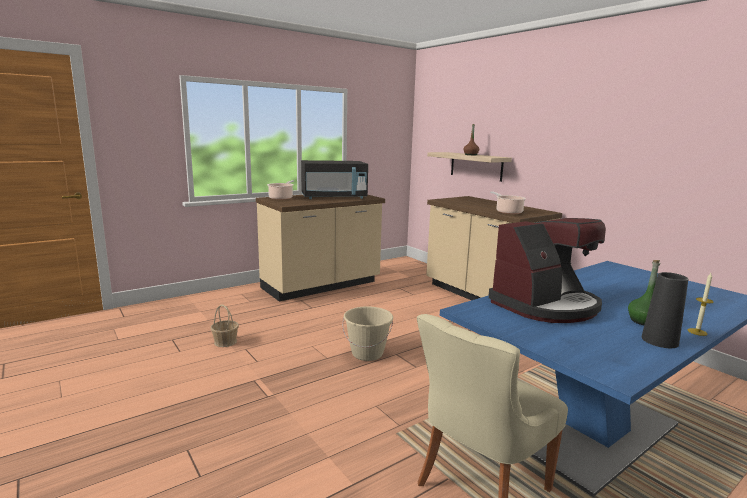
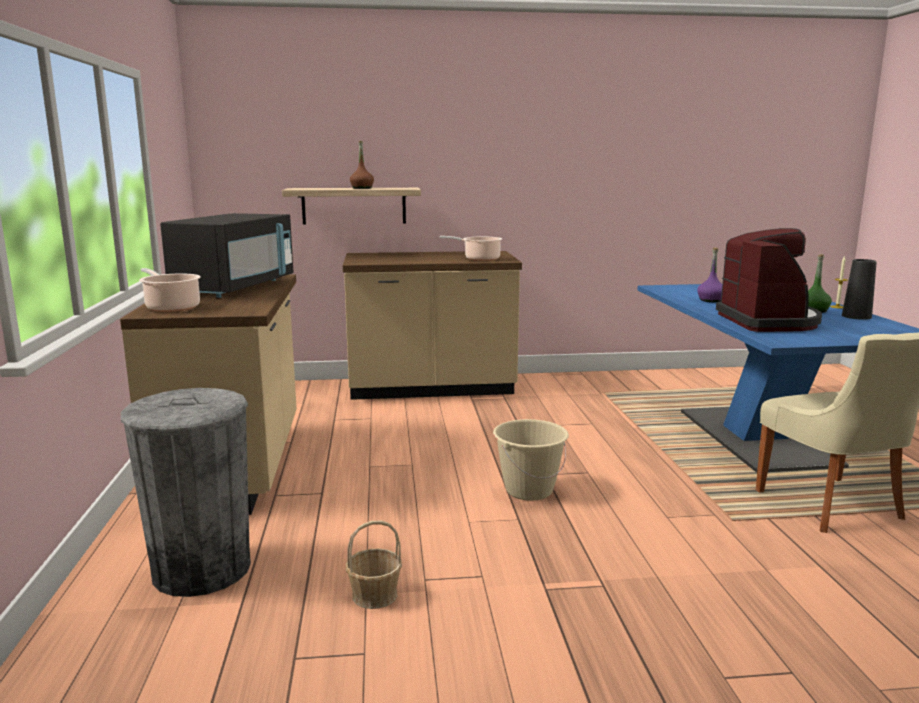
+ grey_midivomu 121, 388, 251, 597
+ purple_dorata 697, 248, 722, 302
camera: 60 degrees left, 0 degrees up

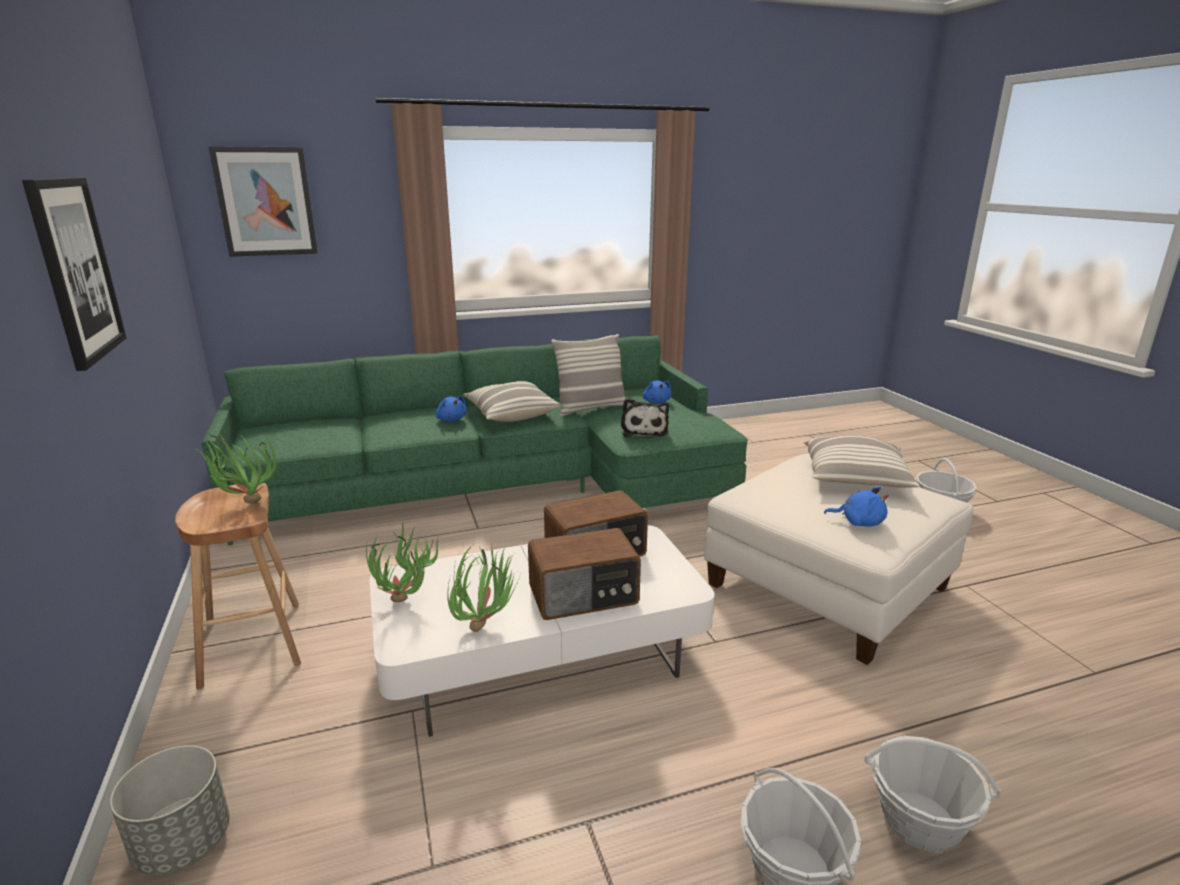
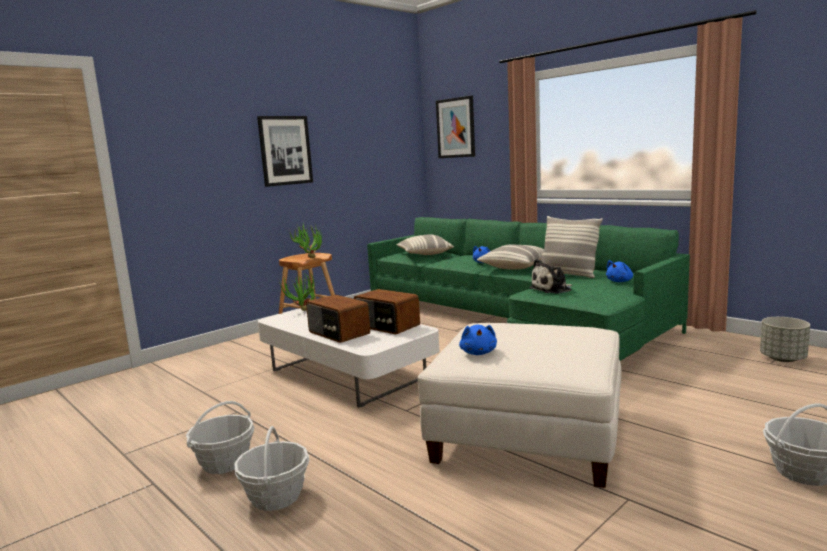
~ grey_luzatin 110, 745, 230, 875 to 760, 317, 810, 362
- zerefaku 447, 545, 520, 632
~ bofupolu 804, 435, 920, 488 to 396, 234, 454, 255
camera: 65 degrees right, 10 degrees down

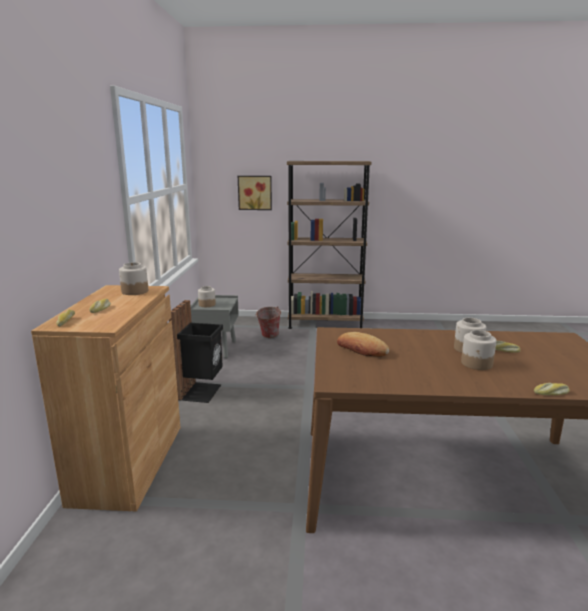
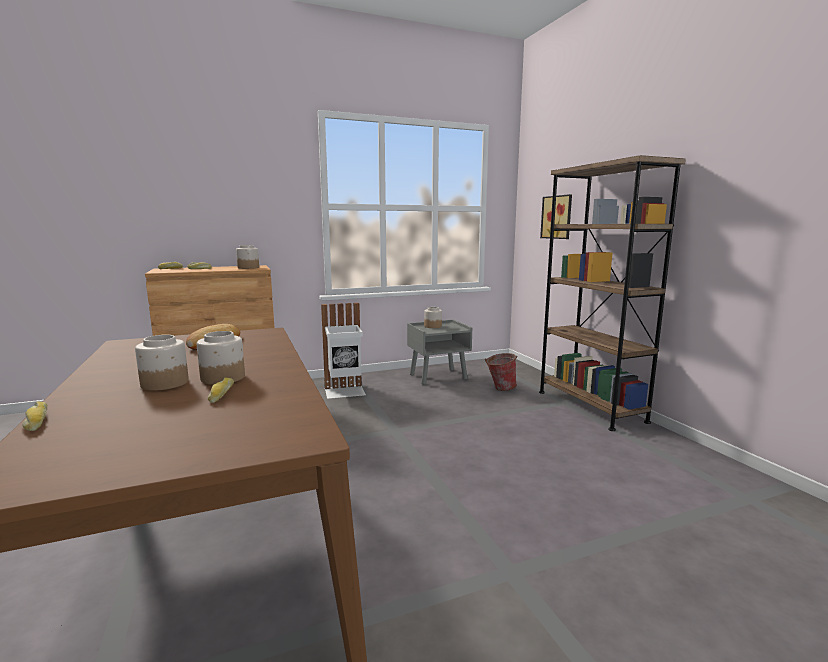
~ black_midivomu 169, 300, 223, 403 to white_midivomu 321, 303, 366, 399
camera: 65 degrees right, 5 degrees down

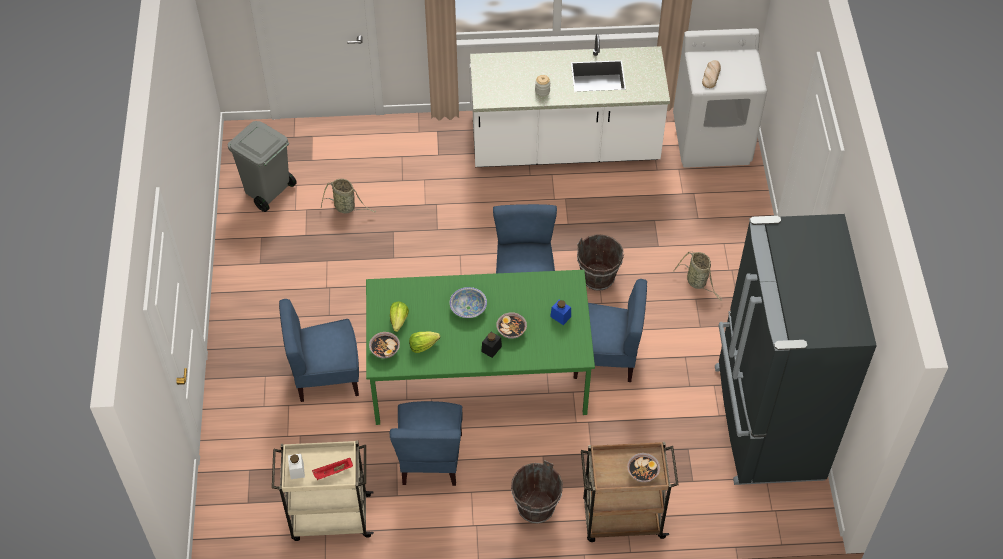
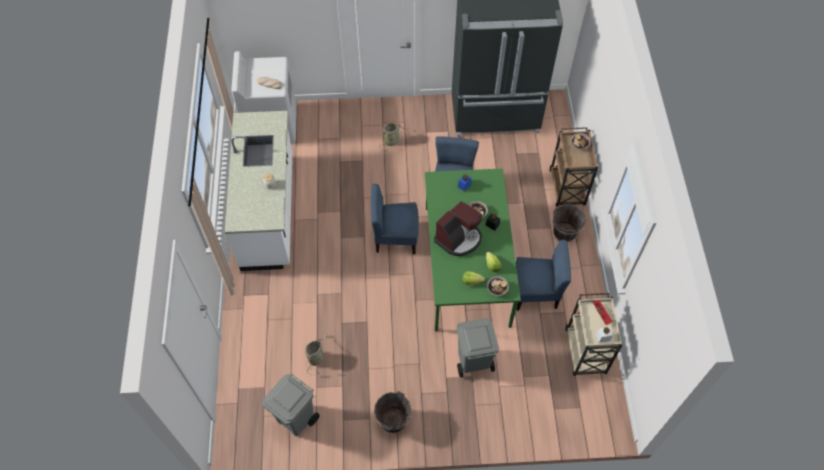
~ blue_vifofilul 279, 299, 359, 402 to grey_midivomu 457, 318, 499, 378
~ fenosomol 450, 287, 487, 318 to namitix 434, 201, 482, 256
~ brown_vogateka 577, 234, 624, 291 to 374, 391, 411, 433
camera: 90 degrees left, 5 degrees up

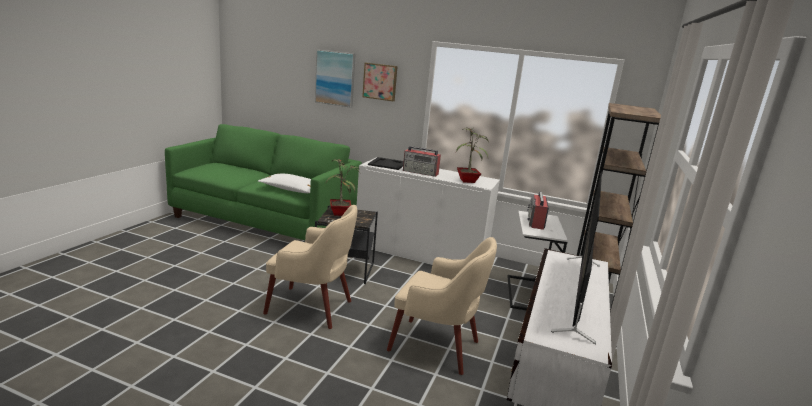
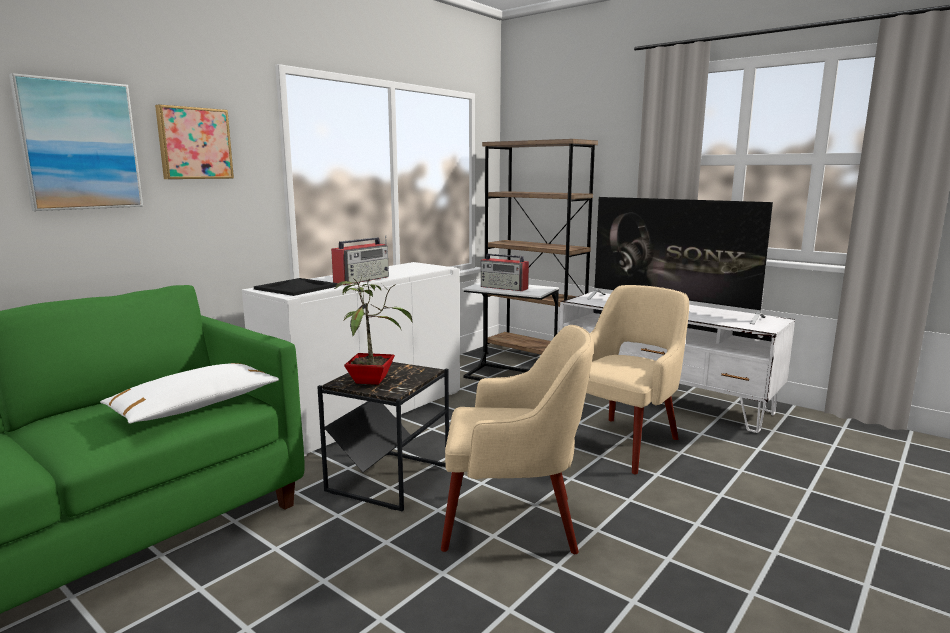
~ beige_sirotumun 263, 205, 357, 329 = 441, 325, 593, 554 60 degrees clockwise
- zerefaku 456, 127, 489, 183
camera: 70 degrees left, 5 degrees down

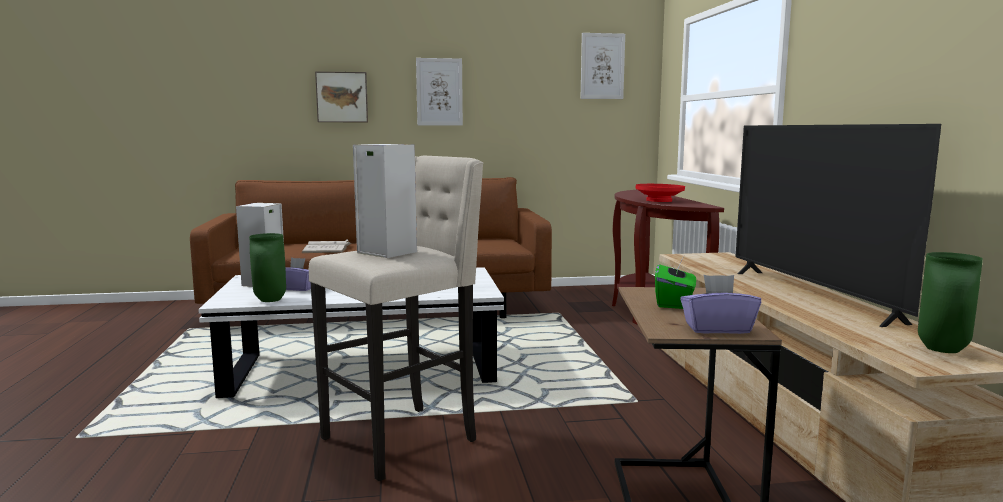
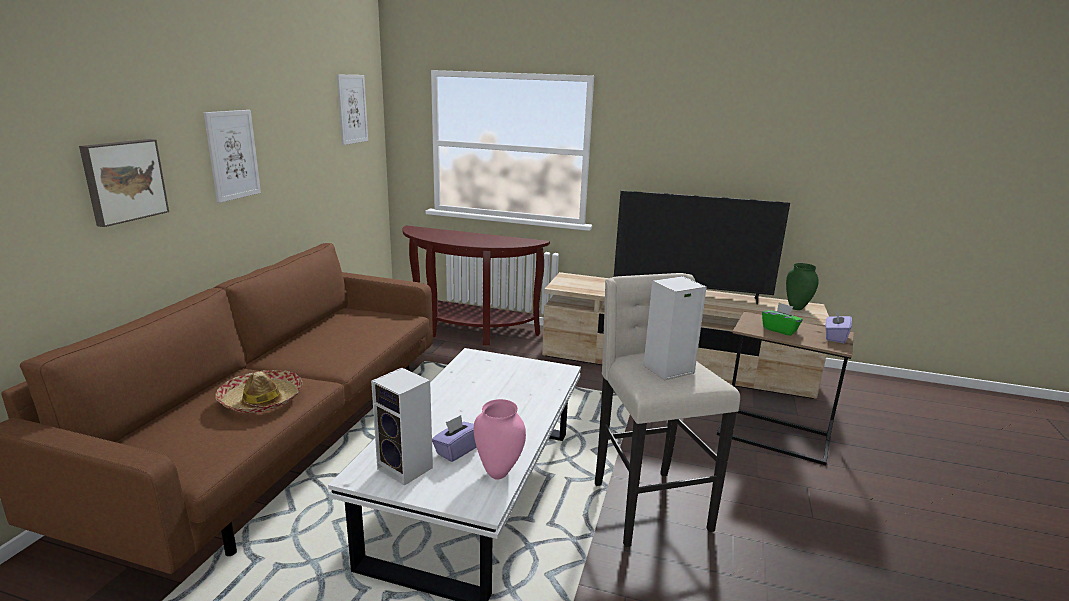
~ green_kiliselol 249, 233, 286, 302 to pink_kiliselol 474, 399, 526, 480
~ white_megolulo 302, 239, 351, 253 to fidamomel 215, 370, 302, 413
- red_fenosomol 635, 184, 685, 202
camera: 65 degrees left, 10 degrees up

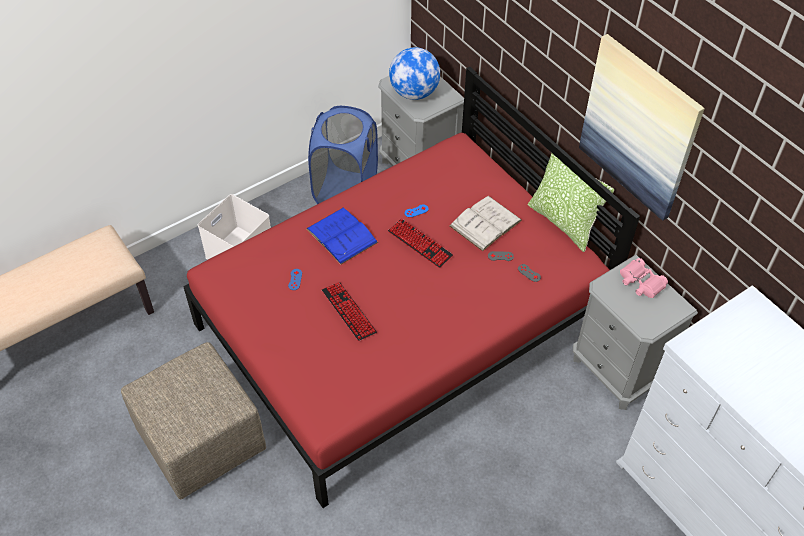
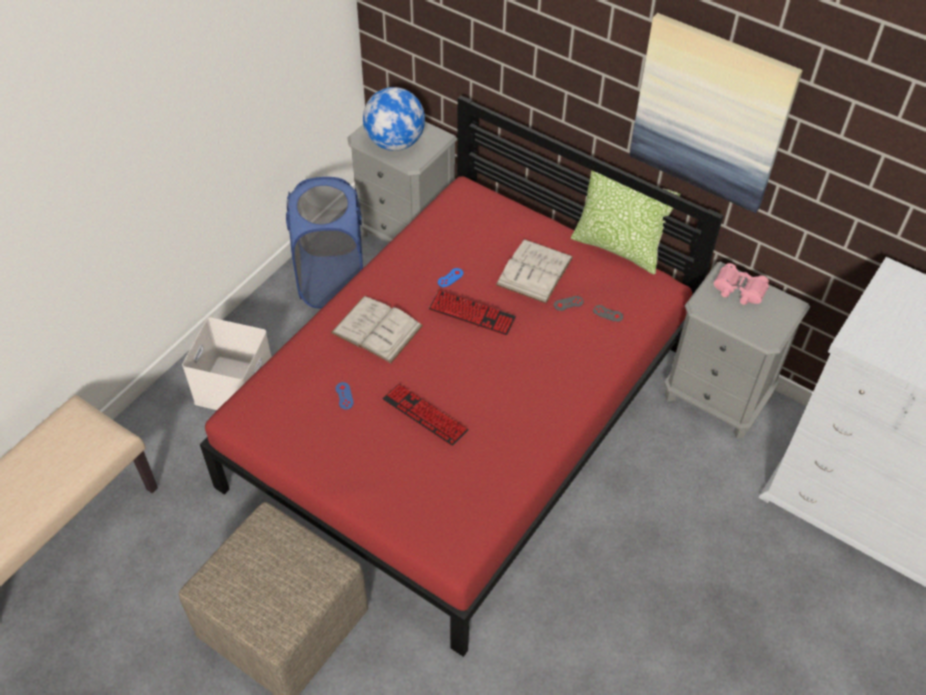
~ blue_megolulo 306, 208, 378, 265 to white_megolulo 331, 296, 423, 363
camera: 20 degrees left, 0 degrees up

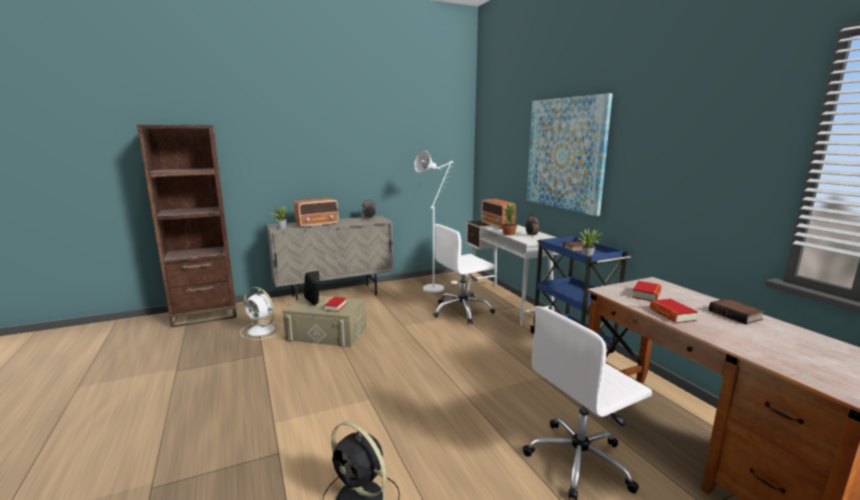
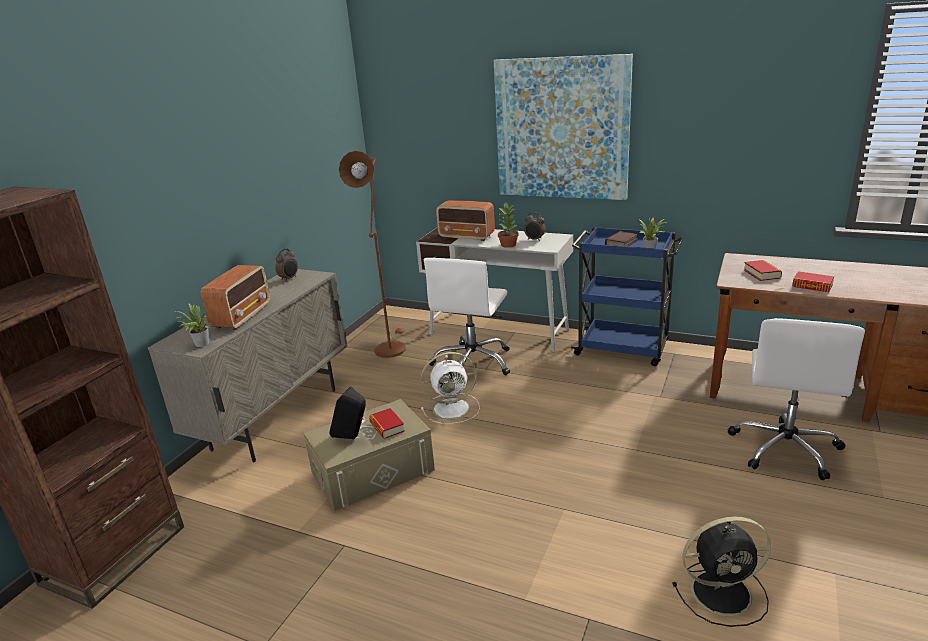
~ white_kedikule 240, 287, 284, 340 to 420, 352, 480, 424
~ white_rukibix 414, 150, 458, 293 to brown_rukibix 339, 151, 406, 358
- megolulo 709, 298, 765, 324
camera: 40 degrees left, 10 degrees up

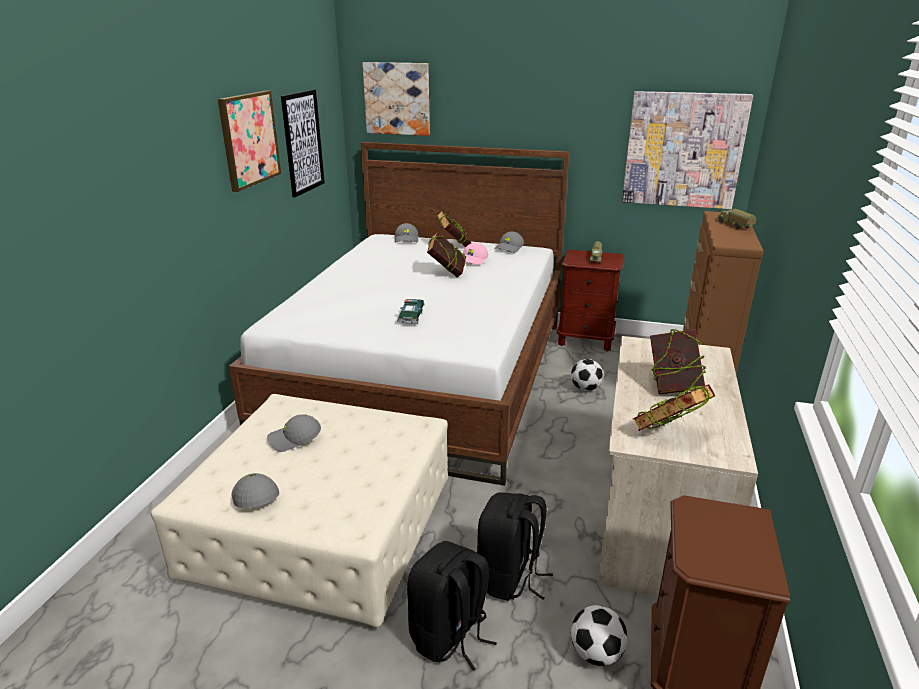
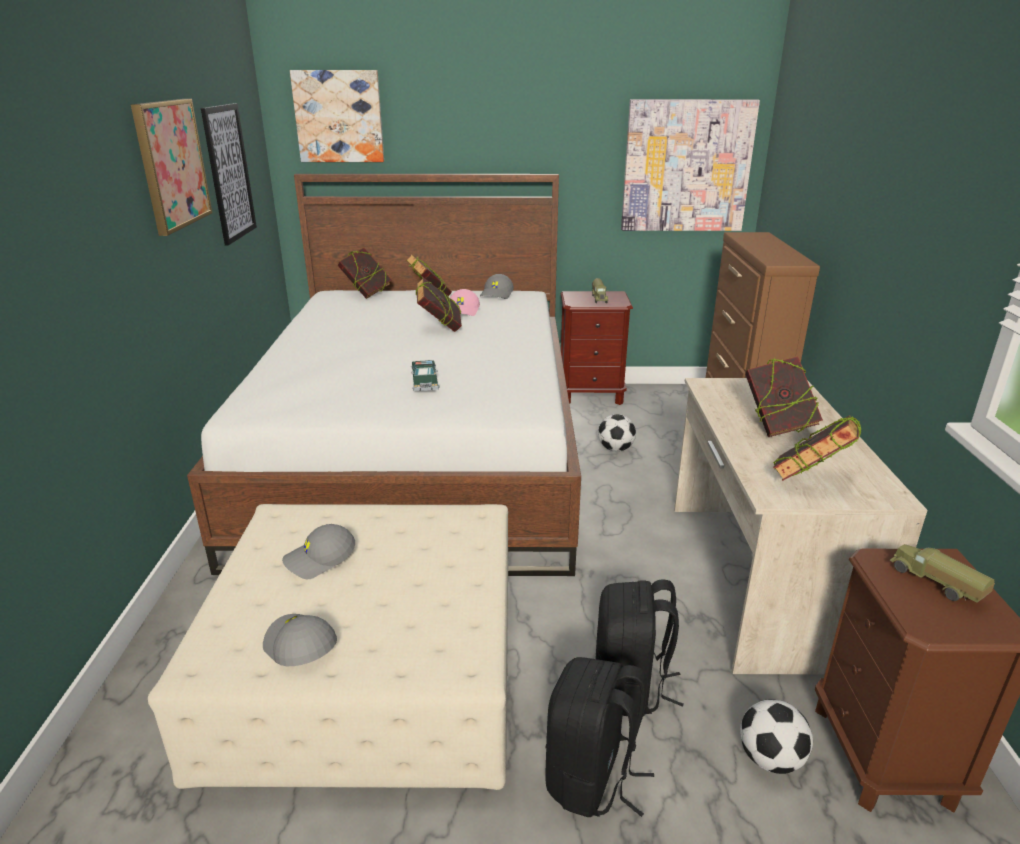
~ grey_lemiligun 394, 223, 418, 243 to megolulo 338, 248, 392, 299
~ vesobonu 717, 209, 756, 229 to 890, 544, 995, 603
camera: 15 degrees left, 0 degrees up

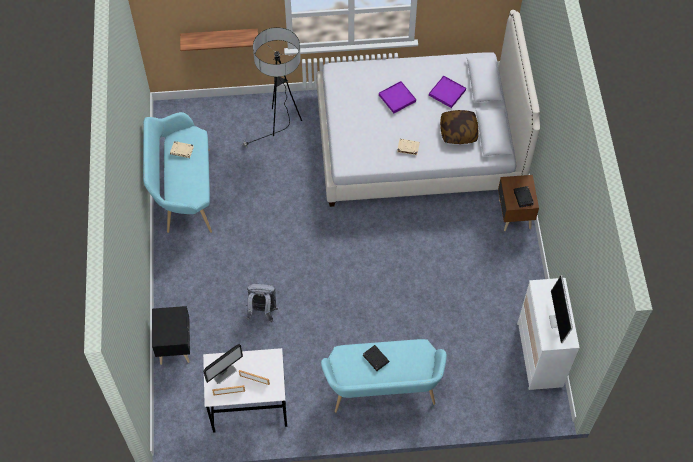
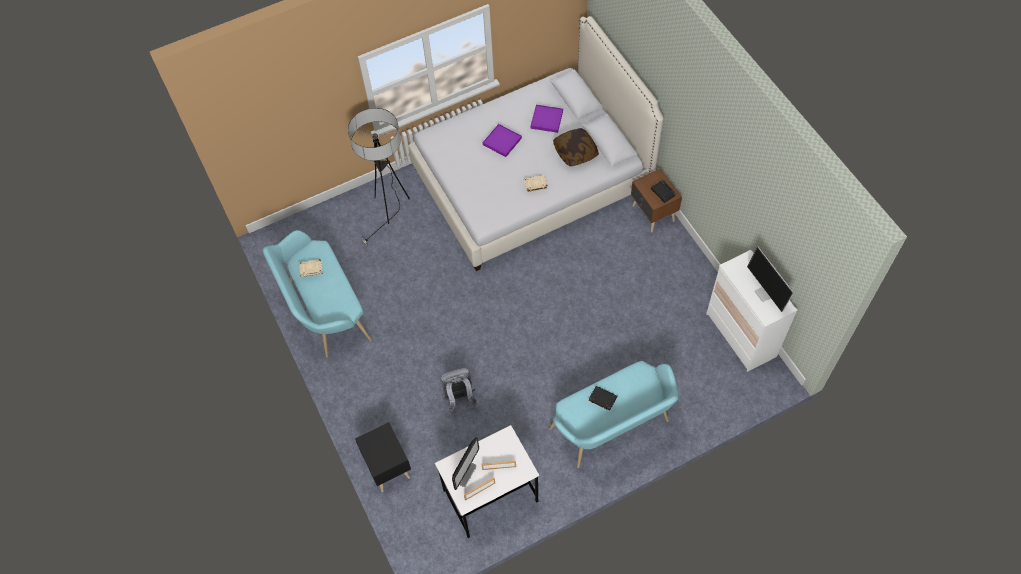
- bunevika 180, 28, 258, 51
camera: 20 degrees left, 0 degrees up

